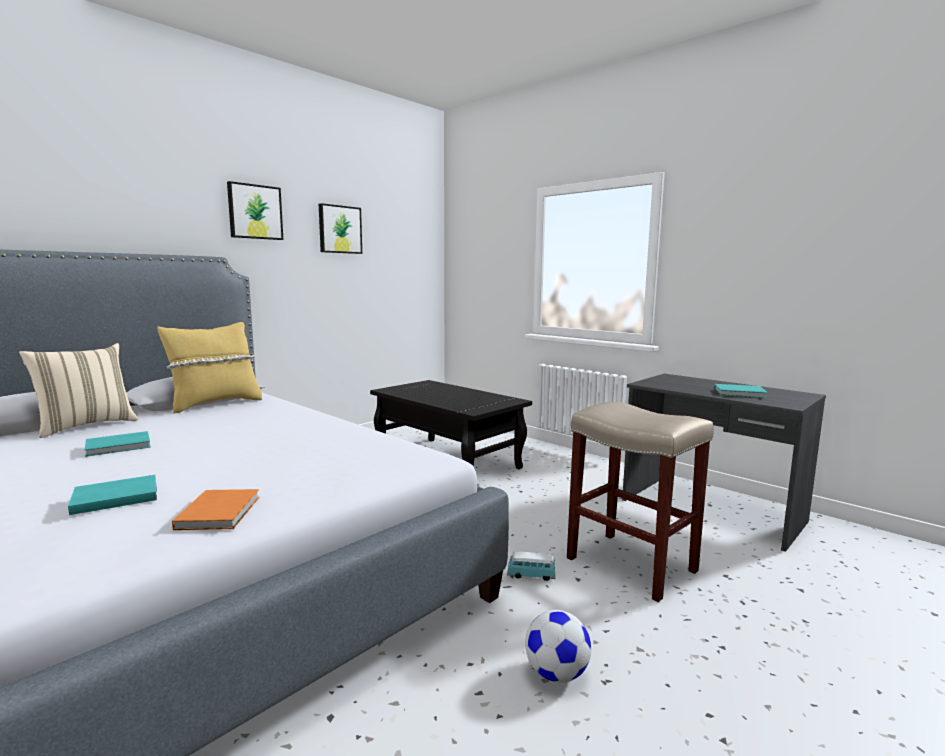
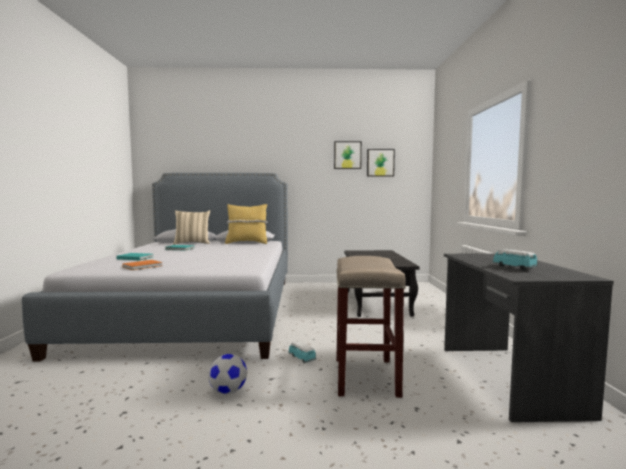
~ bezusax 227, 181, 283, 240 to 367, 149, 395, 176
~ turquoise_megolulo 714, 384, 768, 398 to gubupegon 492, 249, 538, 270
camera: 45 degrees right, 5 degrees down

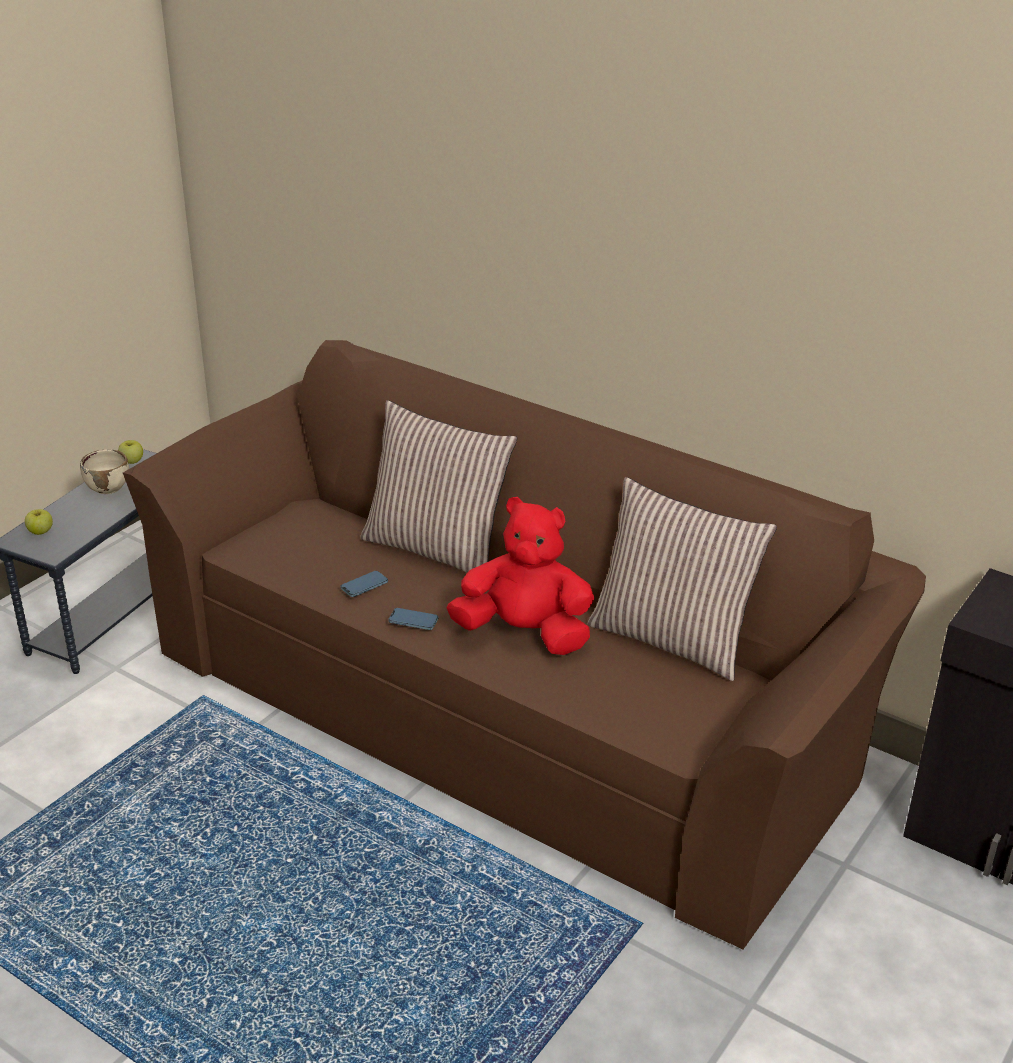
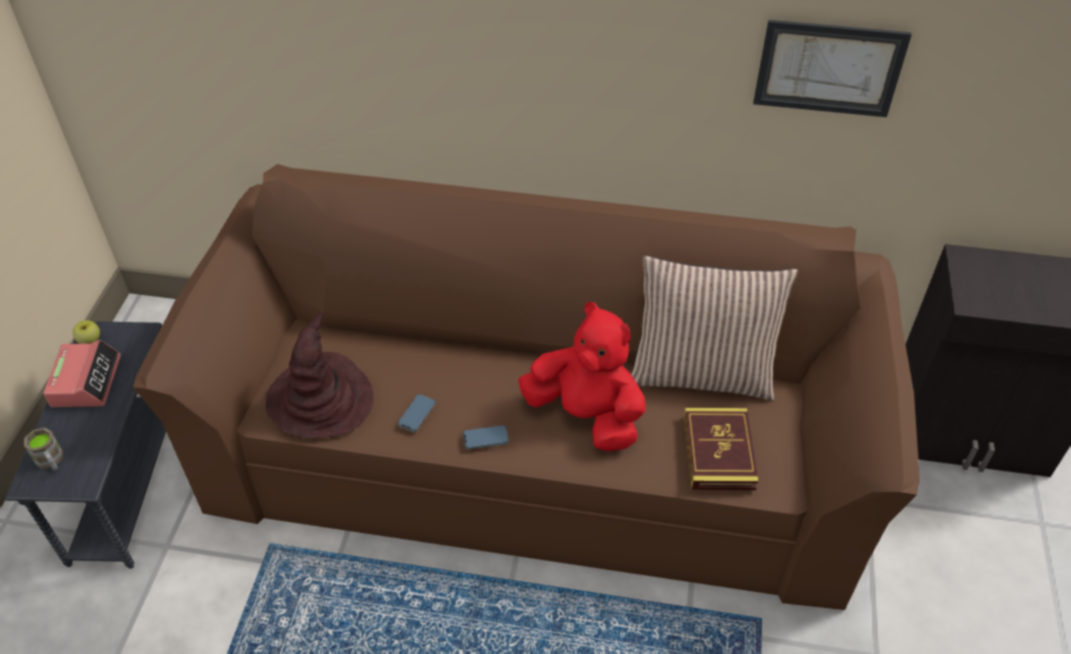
~ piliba 25, 509, 53, 535 to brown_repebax 24, 427, 63, 471
~ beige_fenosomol 80, 449, 129, 494 to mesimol 43, 340, 121, 407
- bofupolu 360, 400, 517, 573
~ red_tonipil 447, 497, 594, 655 = 518, 302, 646, 452 45 degrees clockwise
+ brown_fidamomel 266, 312, 374, 438
+ megolulo 684, 408, 759, 490
+ bezusax 753, 20, 912, 117
camera: 25 degrees left, 15 degrees up

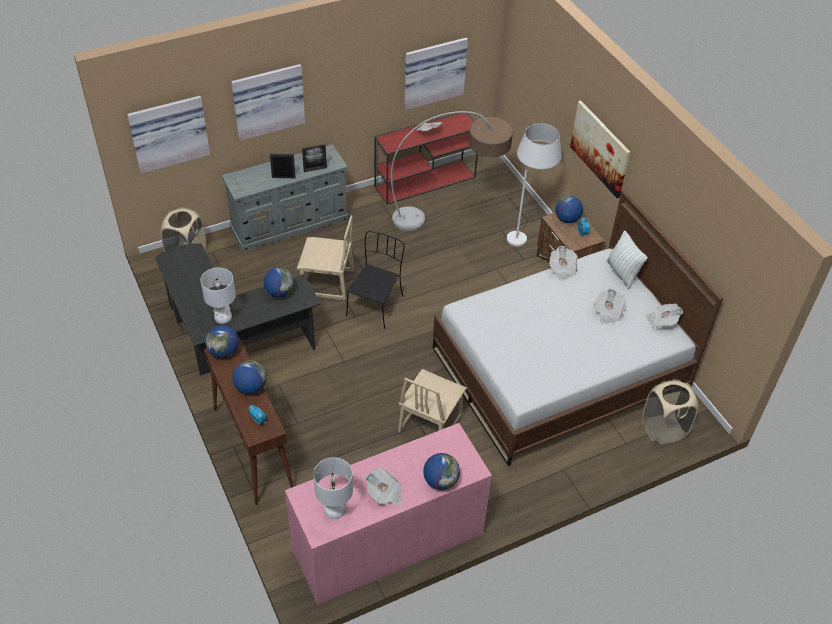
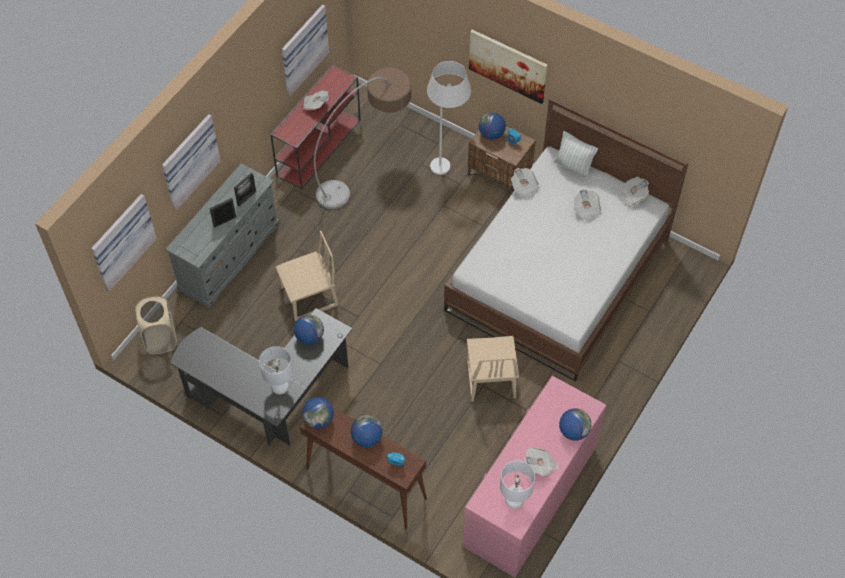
- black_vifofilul 346, 231, 405, 329
- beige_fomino 642, 379, 698, 444
camera: 30 degrees left, 10 degrees up

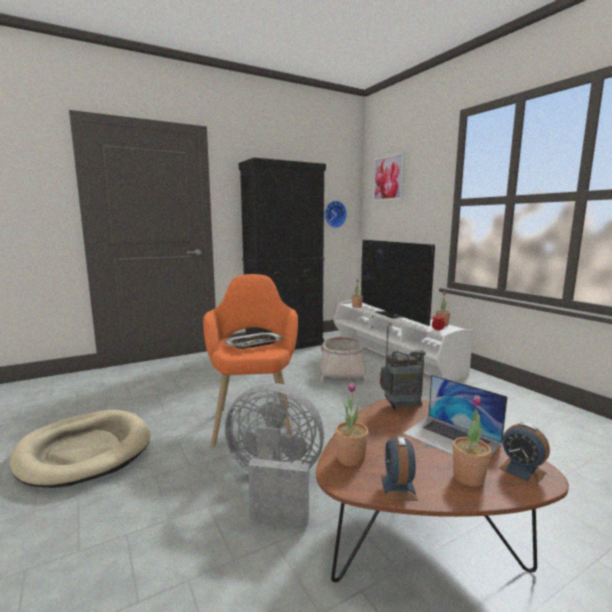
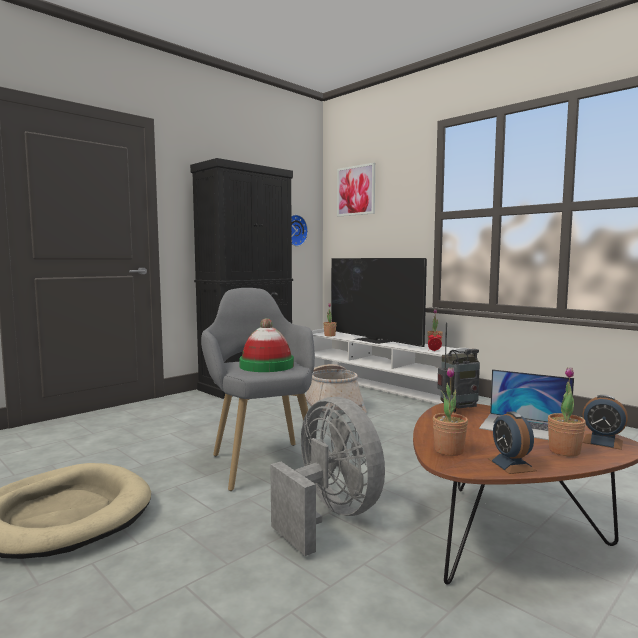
~ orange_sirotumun 203, 274, 298, 447 to grey_sirotumun 201, 288, 315, 491
~ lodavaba 224, 332, 283, 349 to fidamomel 239, 318, 294, 372
~ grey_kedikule 225, 383, 324, 527 = 270, 397, 385, 556 60 degrees clockwise
camera: 15 degrees left, 5 degrees down

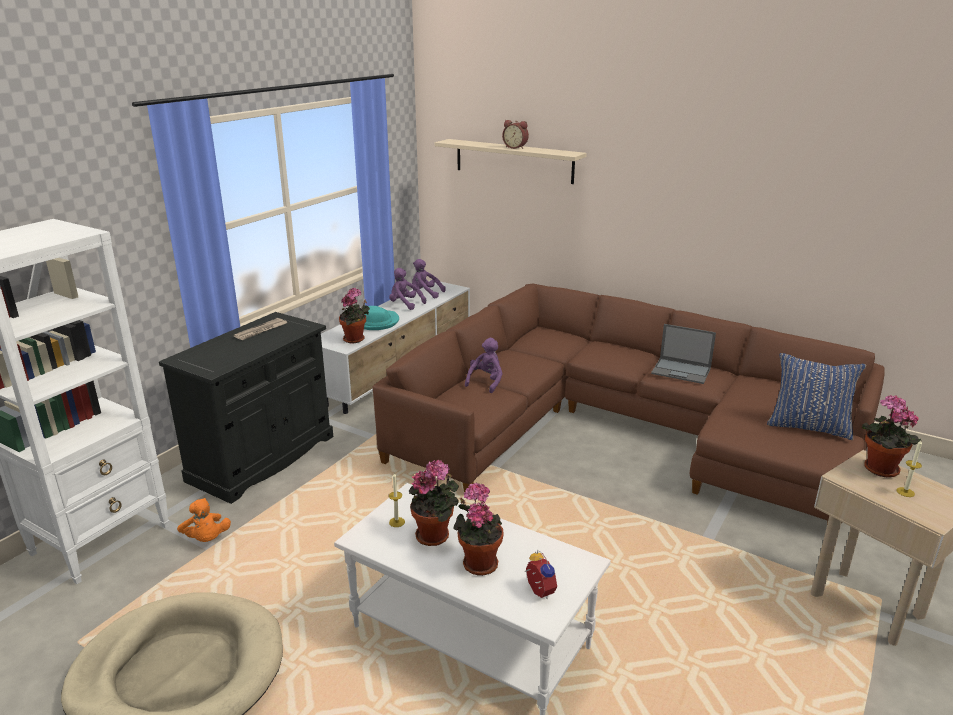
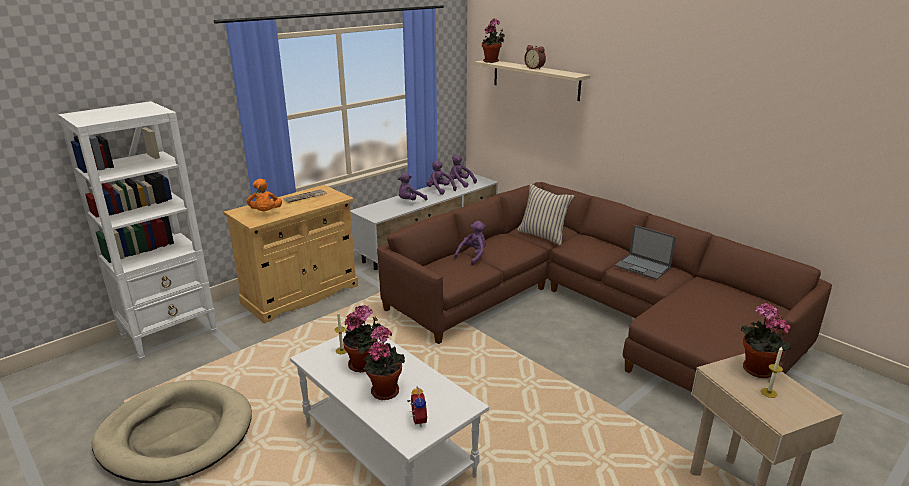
~ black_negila 159, 312, 333, 504 to beige_negila 224, 185, 358, 323
~ orange_tonipil 177, 498, 231, 542 to 246, 179, 282, 211
~ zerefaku 339, 288, 370, 343 to 482, 18, 505, 63
~ turquoise_fidamomel 364, 306, 399, 330 to purple_tonipil 398, 173, 427, 200
- blue_bofupolu 767, 353, 866, 440
+ beige_bofupolu 517, 184, 575, 246
camera: 15 degrees right, 0 degrees up

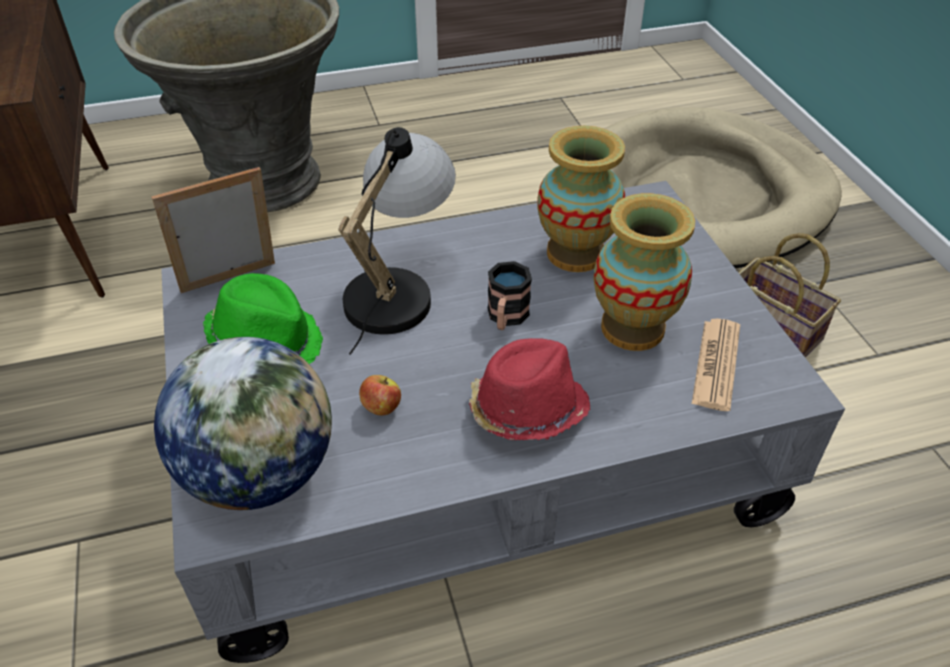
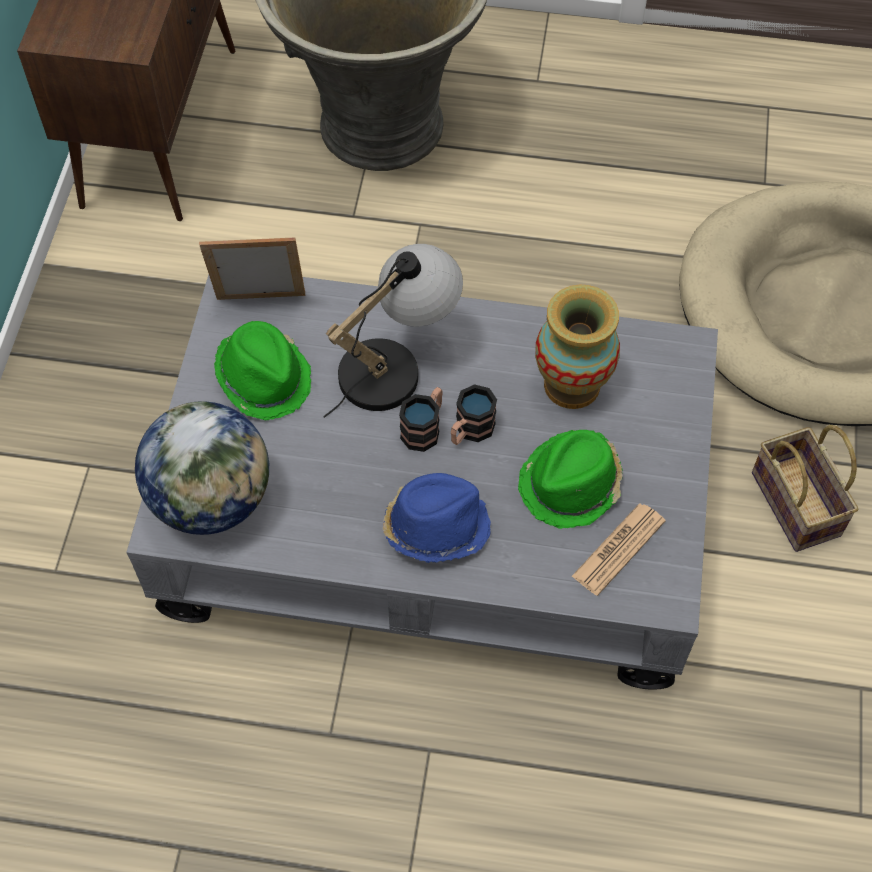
- piliba 359, 375, 401, 415
~ red_fidamomel 469, 338, 590, 440 to blue_fidamomel 383, 473, 491, 563
~ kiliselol 593, 193, 695, 351 to green_fidamomel 518, 430, 623, 529
+ repebax 399, 387, 443, 452
camera: 25 degrees right, 15 degrees up

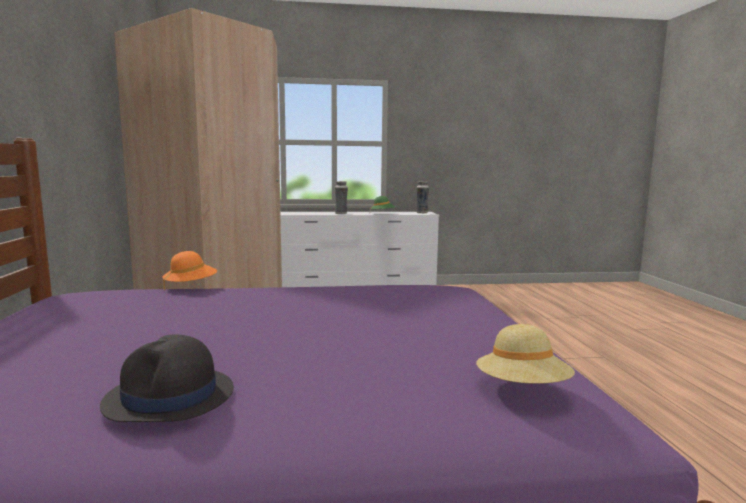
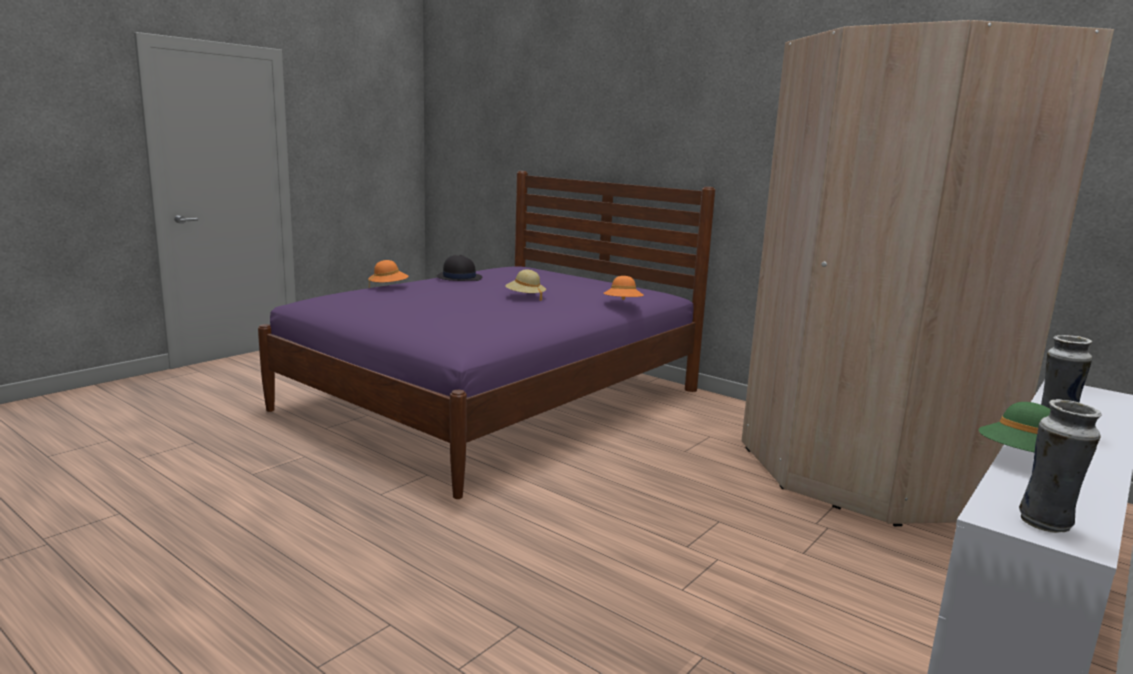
~ beige_fidamomel 476, 324, 575, 384 to 505, 269, 546, 301
+ orange_fidamomel 368, 260, 408, 288
camera: 135 degrees right, 5 degrees up

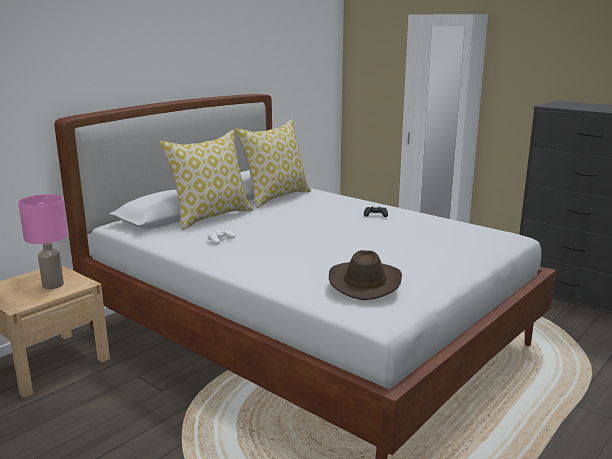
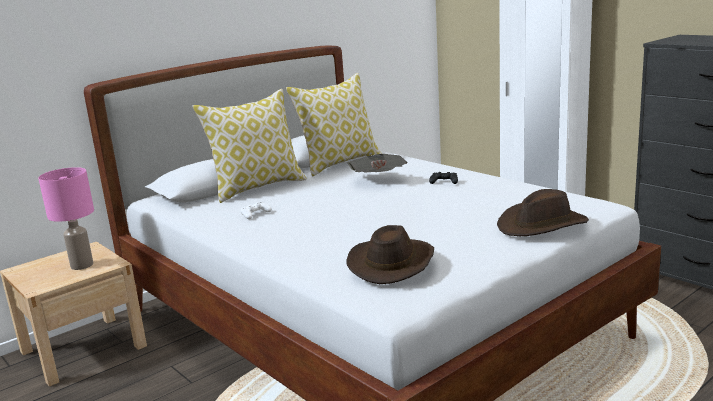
+ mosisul 347, 154, 408, 172
+ brown_fidamomel 497, 189, 589, 236
camera: 10 degrees right, 0 degrees up

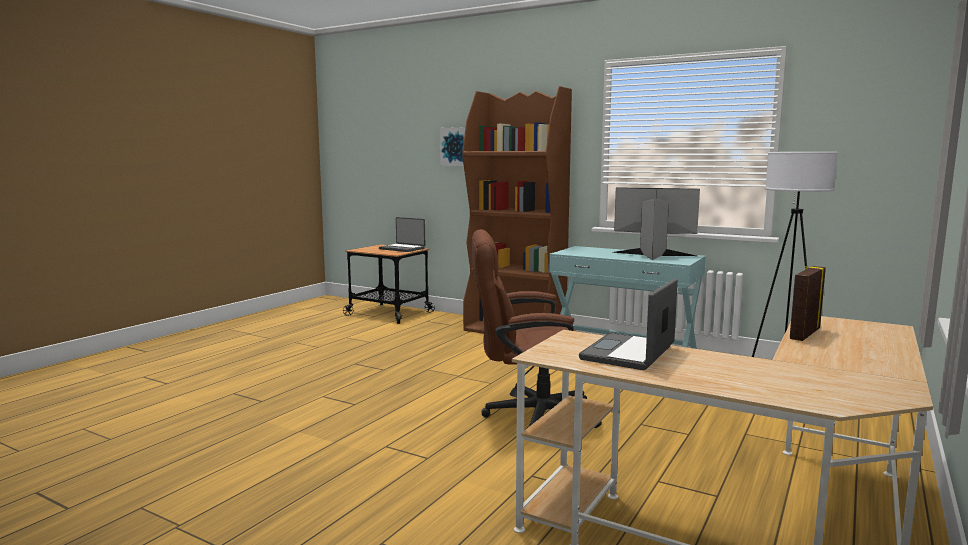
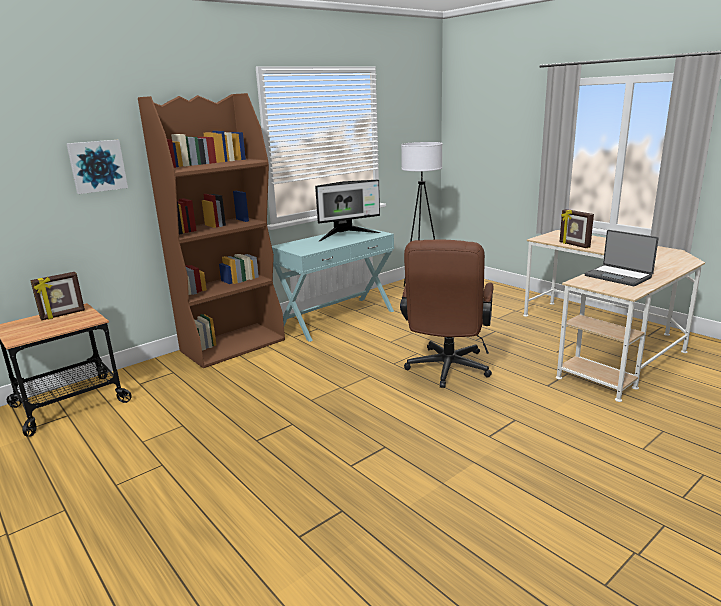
~ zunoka 379, 217, 425, 252 to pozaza 30, 272, 85, 320
~ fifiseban 613, 187, 700, 260 = 315, 180, 380, 242 150 degrees counterclockwise
camera: 70 degrees left, 10 degrees up

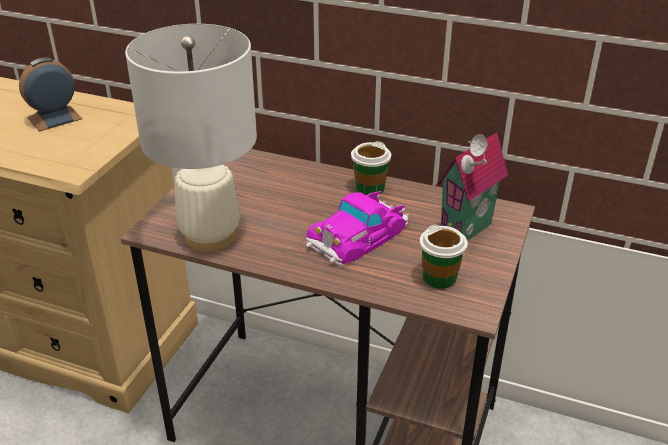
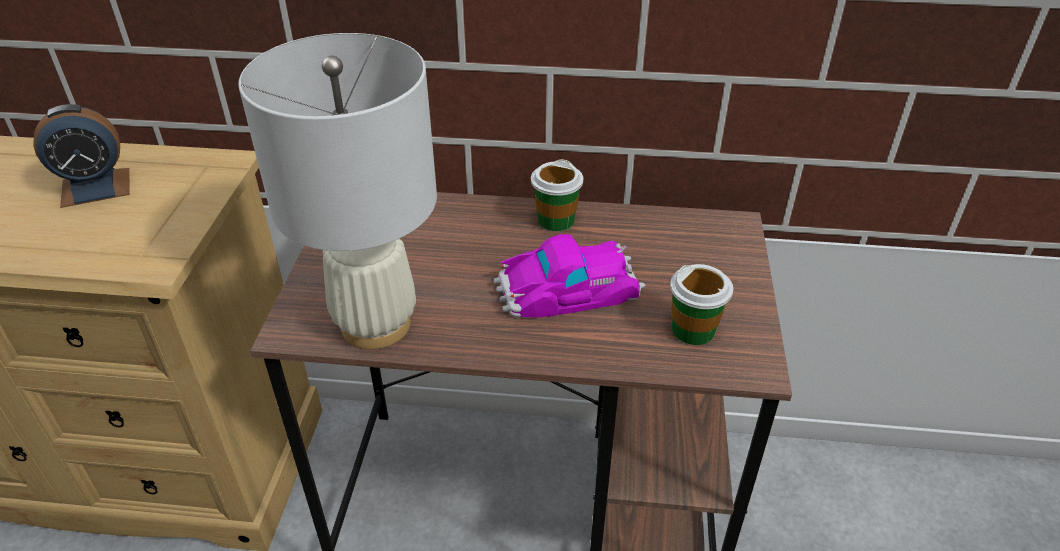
~ mesimol 19, 57, 83, 132 = 33, 104, 130, 208 150 degrees counterclockwise
~ gubupegon 306, 191, 409, 266 = 493, 234, 646, 318 135 degrees counterclockwise
- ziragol 436, 133, 508, 241
camera: 15 degrees left, 5 degrees up

